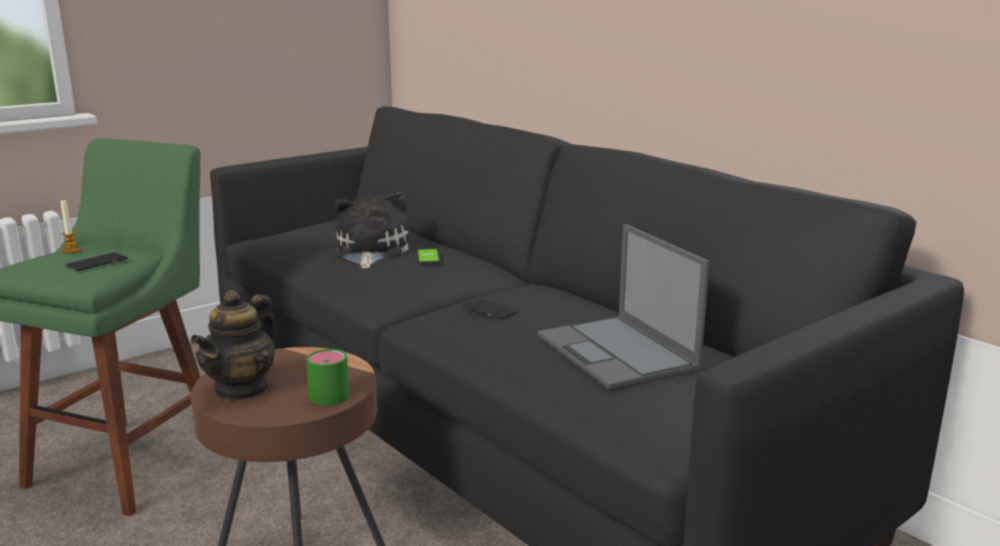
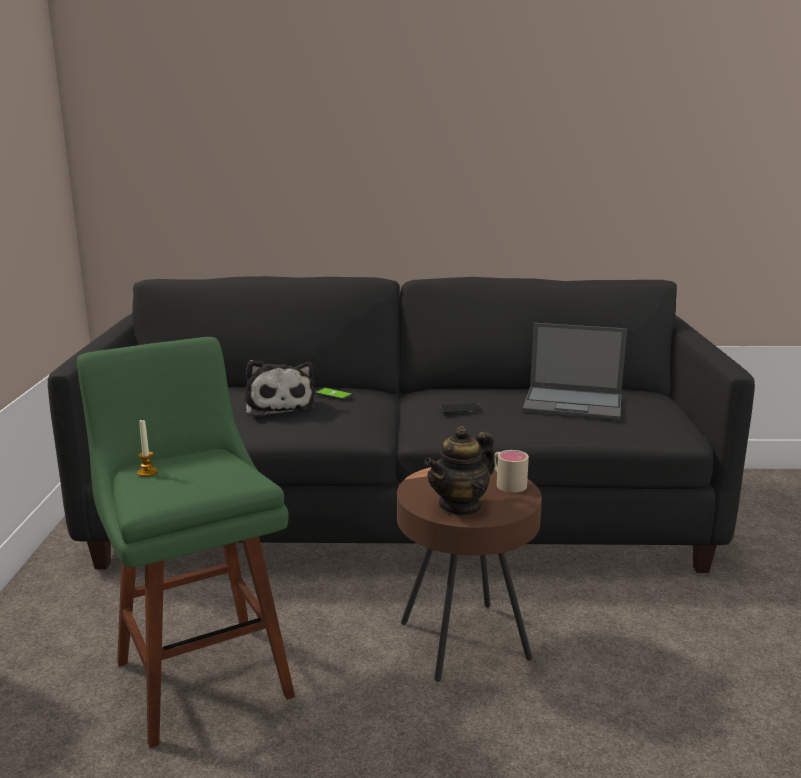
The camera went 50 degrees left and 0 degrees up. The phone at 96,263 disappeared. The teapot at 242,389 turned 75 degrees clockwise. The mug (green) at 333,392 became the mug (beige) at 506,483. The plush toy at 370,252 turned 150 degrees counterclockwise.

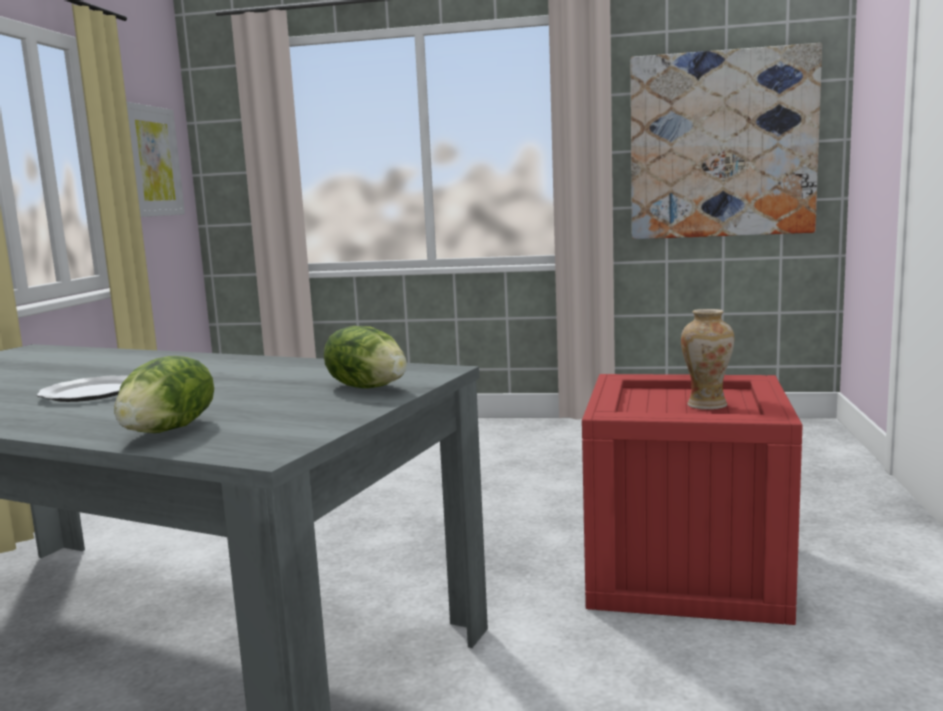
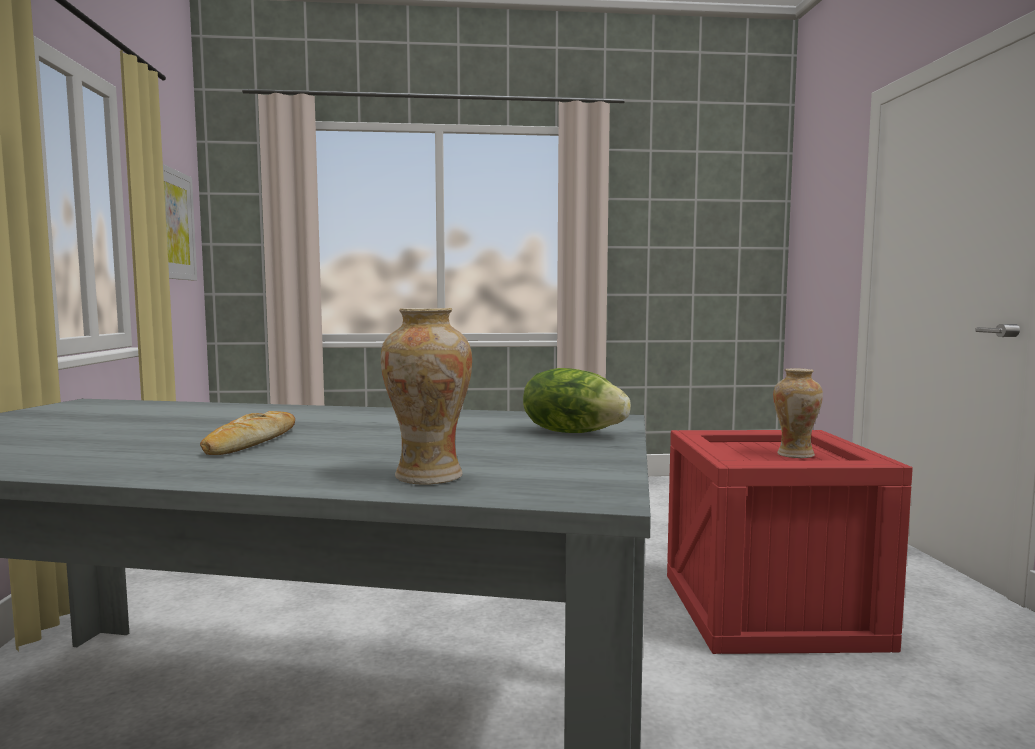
The camera went 15 degrees left and 5 degrees down. The plate at 94,392 was replaced by the bread at 252,441. The lettuce at 170,430 was replaced by the vase at 428,476. The picture at 722,145 disappeared.

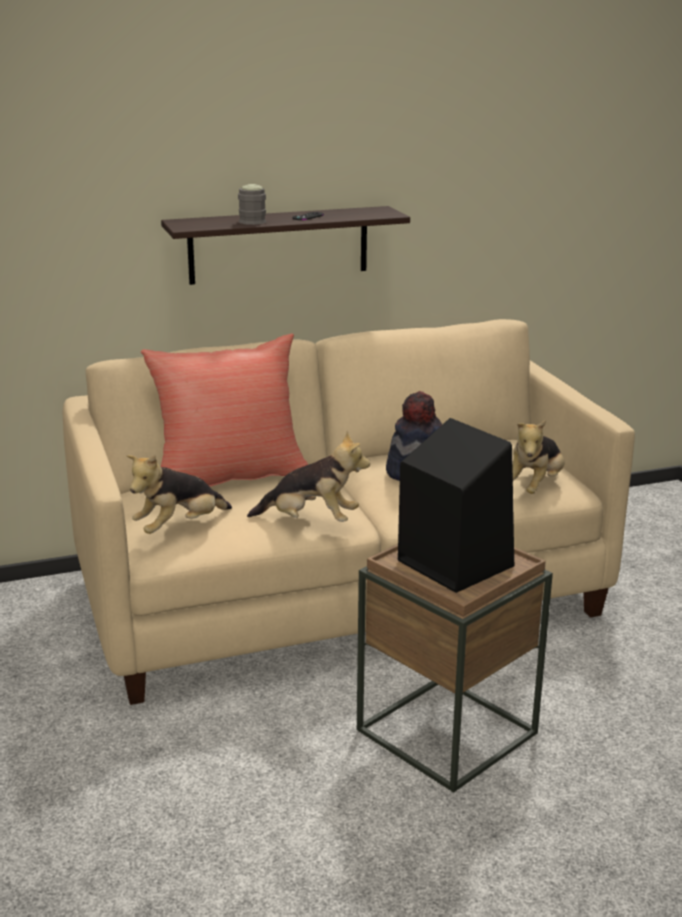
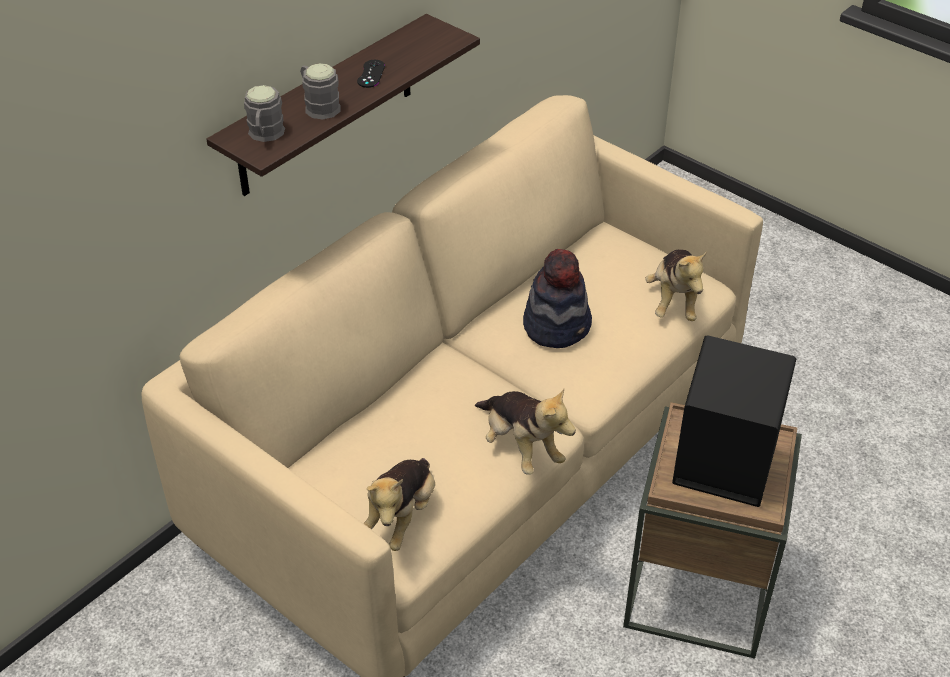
The camera went 30 degrees left and 20 degrees up. The pillow (red) at 229,476 disappeared. The plush toy at 311,521 turned 75 degrees clockwise. The mug (grey) at 265,135 appeared.

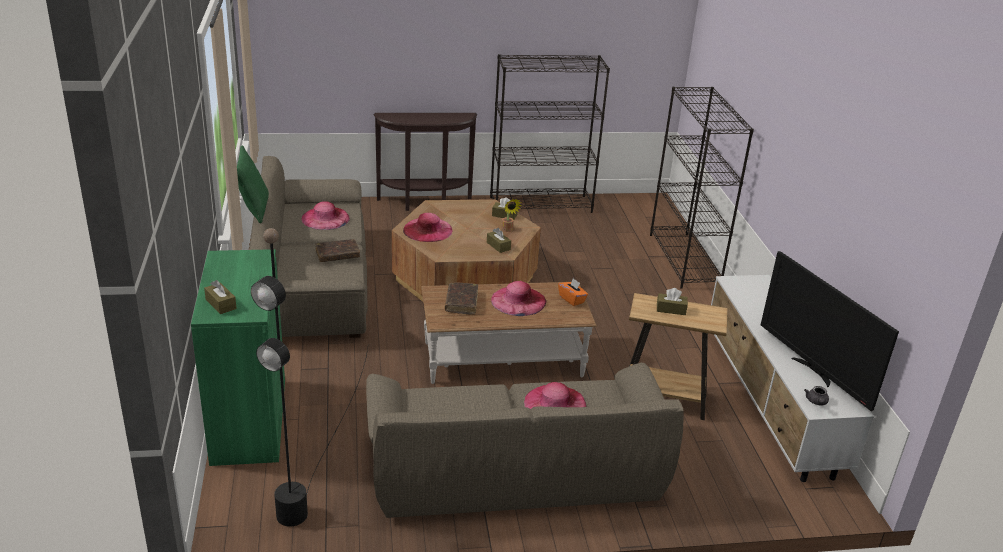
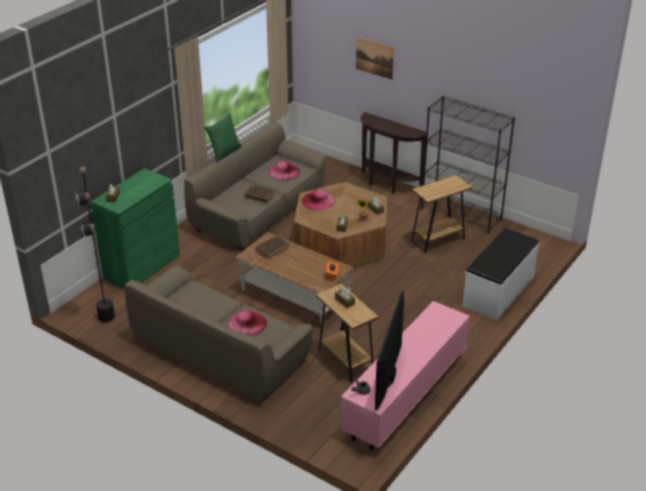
The camera went 45 degrees right and 5 degrees up. The hat (pink) at 518,300 disappeared. The bookcase (black) at 684,260 was replaced by the bench (white) at 499,291. The tv stand (white) at 770,403 became the tv stand (pink) at 404,395. The picture at 374,58 appeared. The side table (brown) at 437,240 appeared.

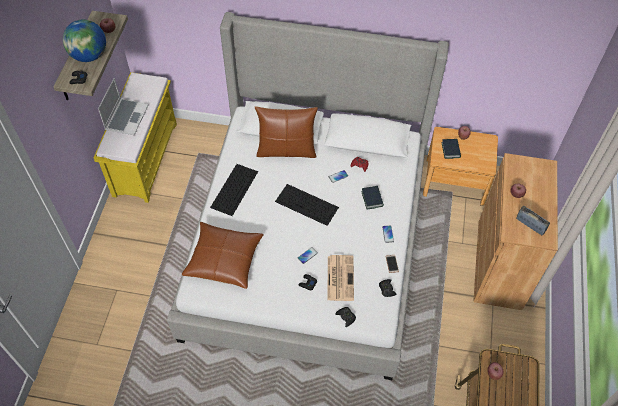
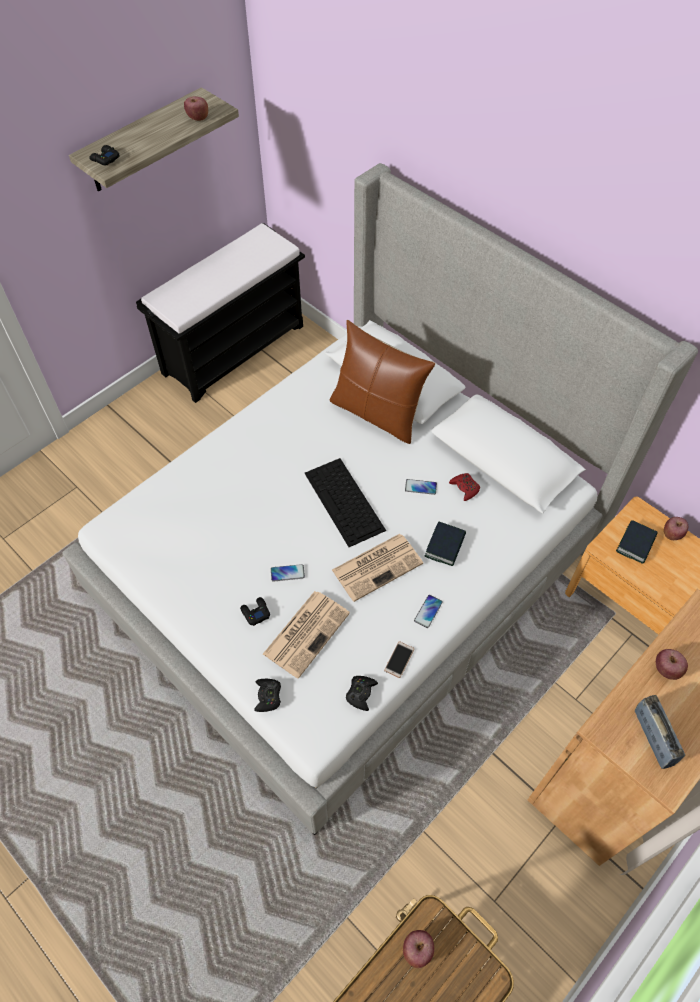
The camera went 35 degrees right and 0 degrees up. The globe at 89,56 disappeared. The bench (yellow) at 145,158 became the bench (black) at 234,348. The laptop at 126,117 disappeared. The pillow (brown) at 224,260 disappeared. The keyboard at 234,188 disappeared. The newspaper at 378,566 appeared.

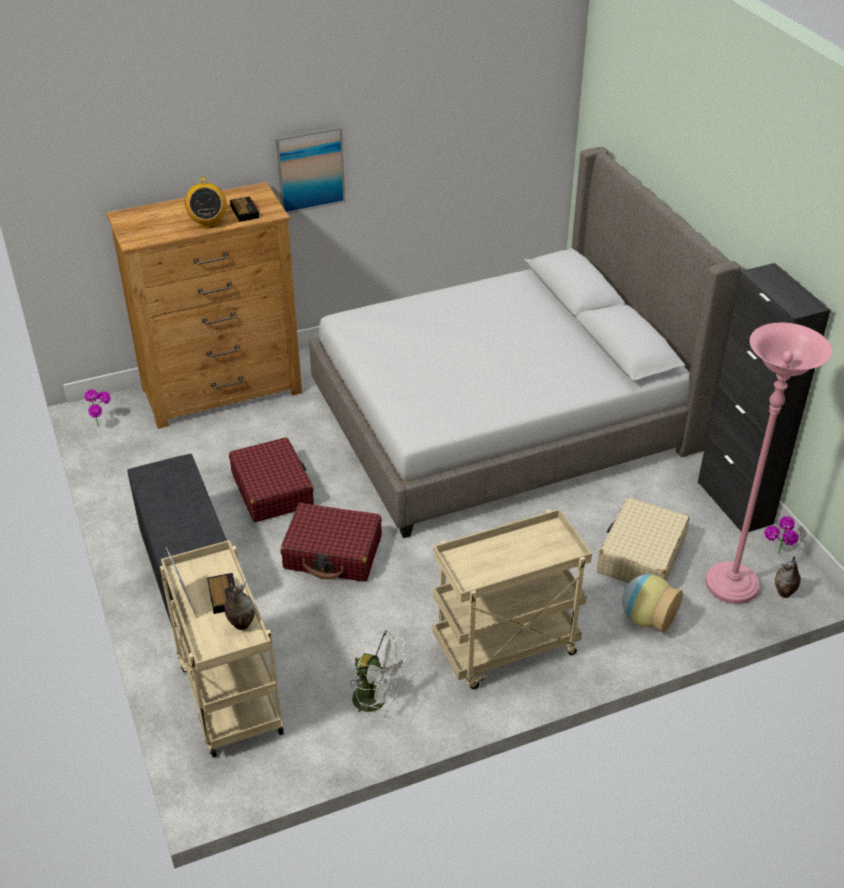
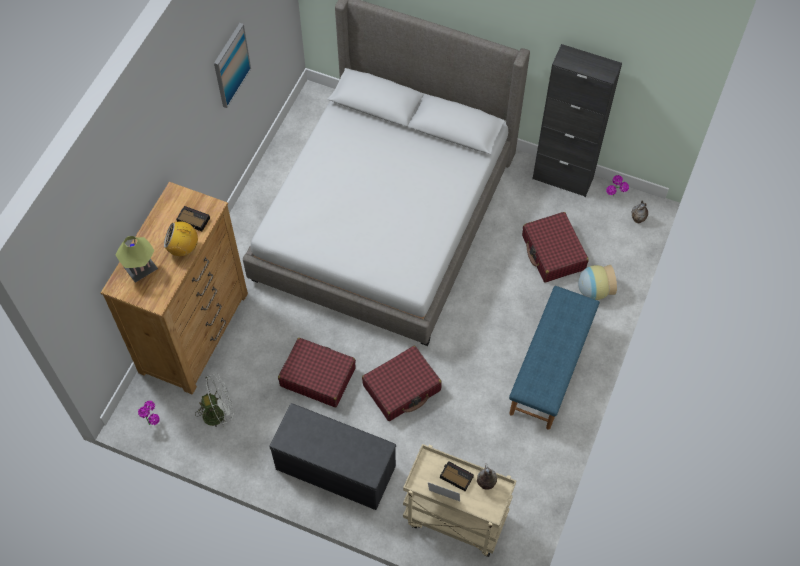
The camera went 45 degrees left and 20 degrees up. The radio at 208,223 turned 150 degrees clockwise. The picture moved from 310,169 to 231,65. The fan (white) moved from 377,700 to 218,413. The cart (beige) at 505,649 was replaced by the bench (blue) at 551,368. The suitcase (beige) at 641,555 became the suitcase (red) at 553,253. The floor lamp (pink) at 731,585 disappeared. The table lamp at 141,269 appeared.

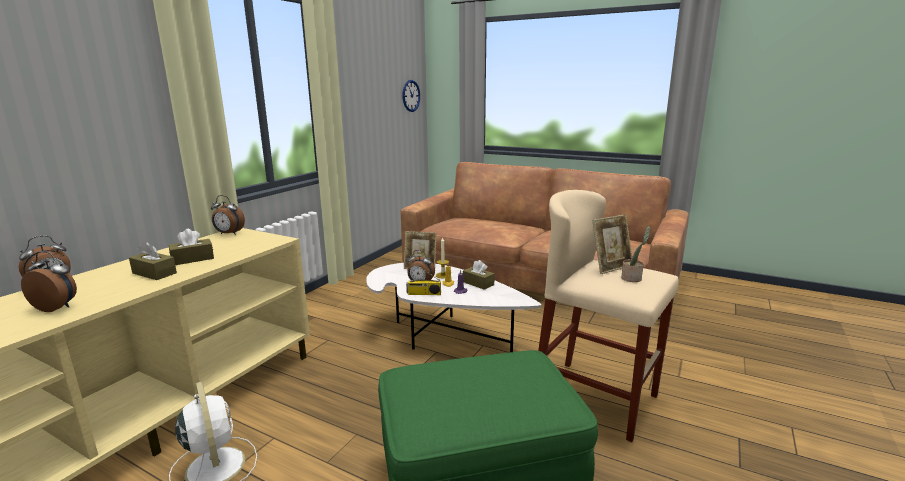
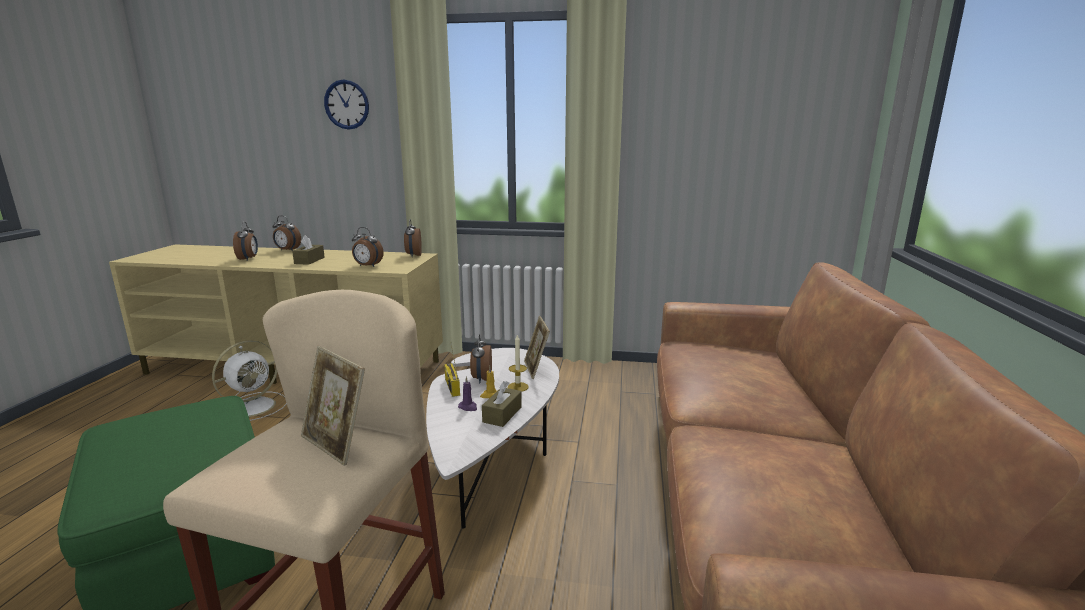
The camera went 70 degrees right and 0 degrees up. The tissue box (brown) at 192,259 disappeared. The wall clock moved from 411,95 to 346,104. The potted plant at 632,278 disappeared. The alarm clock at 367,266 appeared.

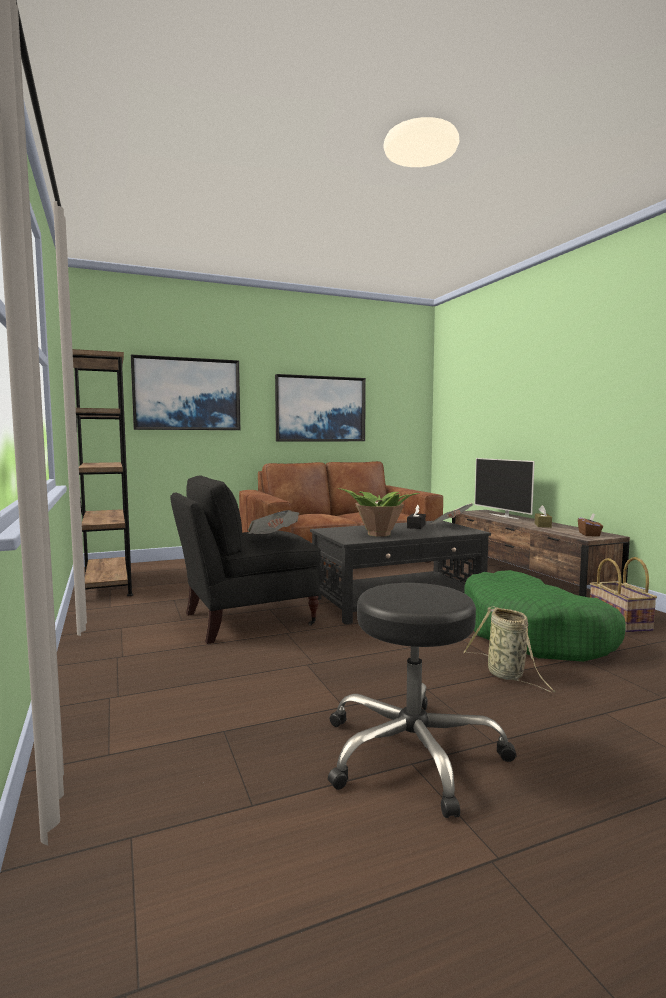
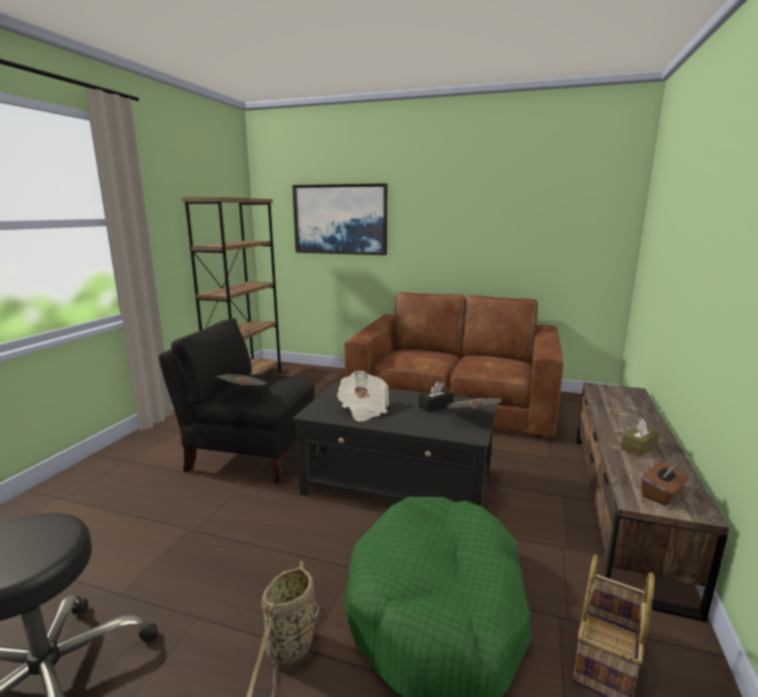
The camera went 40 degrees right and 10 degrees up. The picture at 320,409 disappeared. The potted plant at 378,534 was replaced by the newspaper at 363,409. The television at 504,516 disappeared.

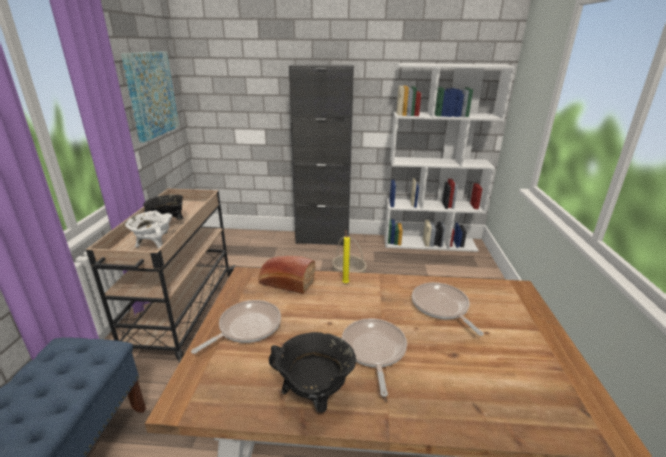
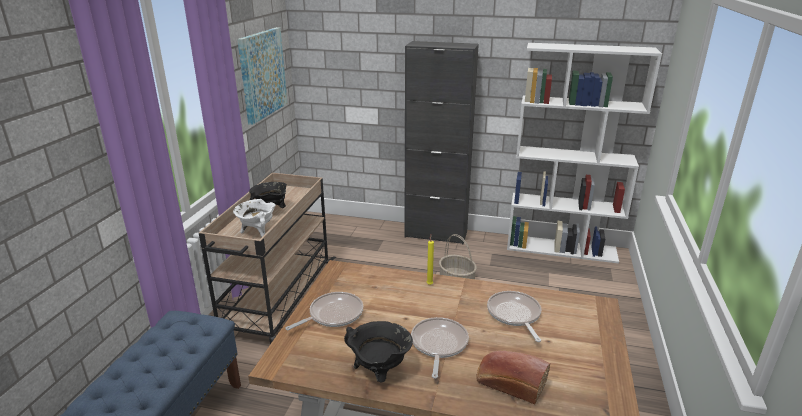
The camera went 10 degrees right and 0 degrees up. The bread moved from 285,283 to 509,384.

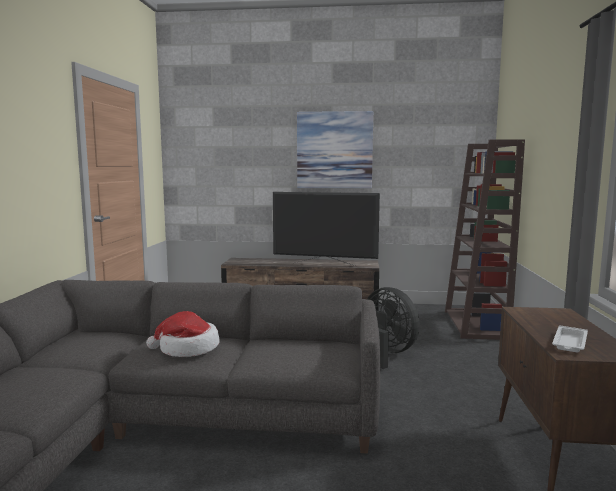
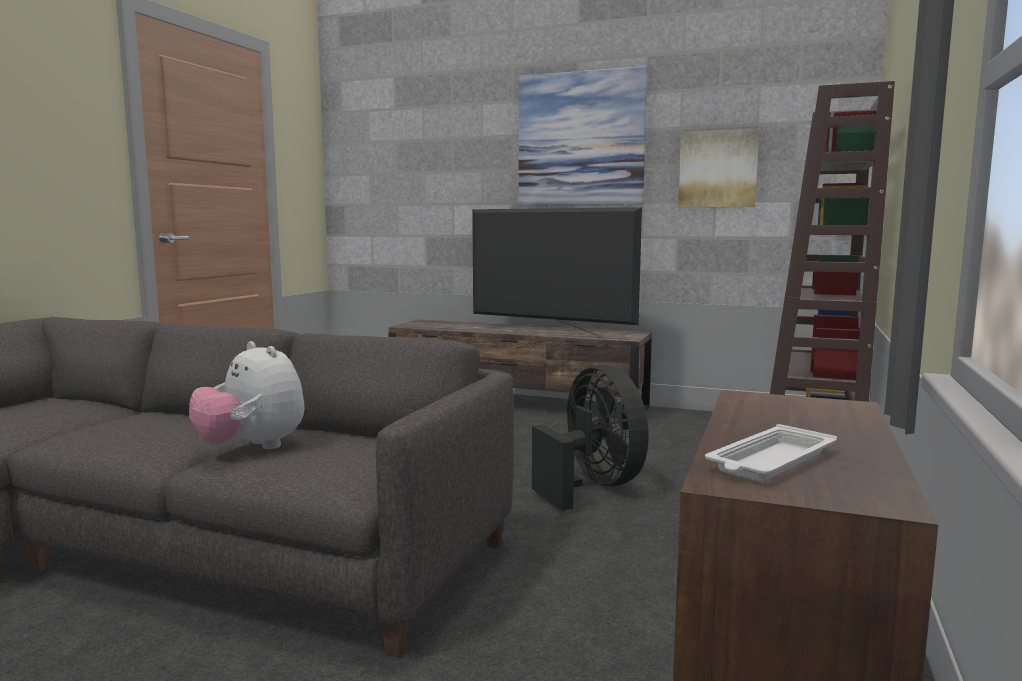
The camera went 15 degrees right and 0 degrees up. The hat at 187,349 disappeared. The plush toy at 252,447 appeared. The picture at 718,169 appeared.

